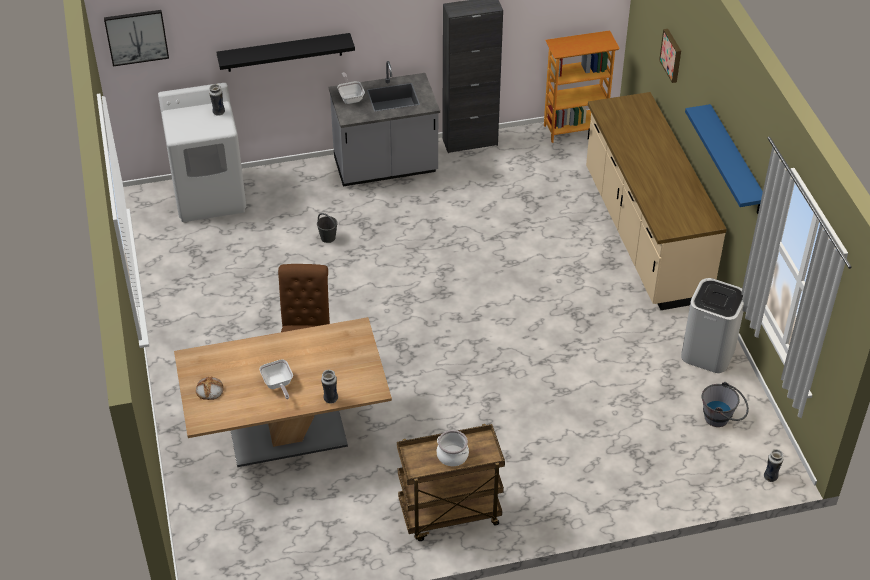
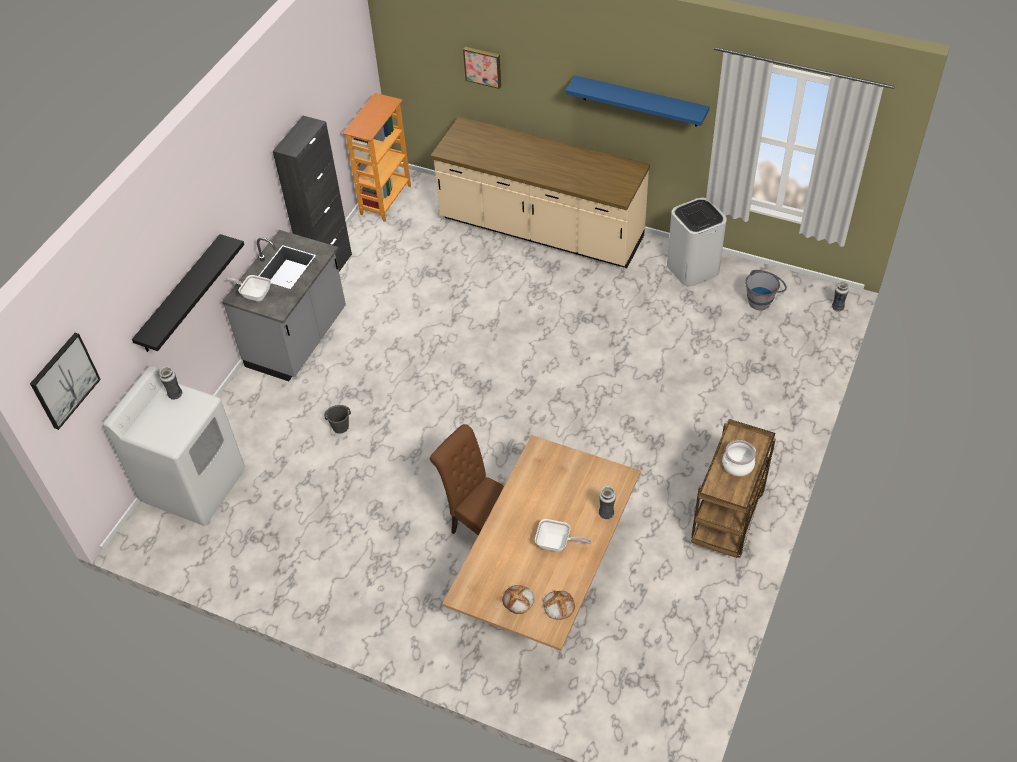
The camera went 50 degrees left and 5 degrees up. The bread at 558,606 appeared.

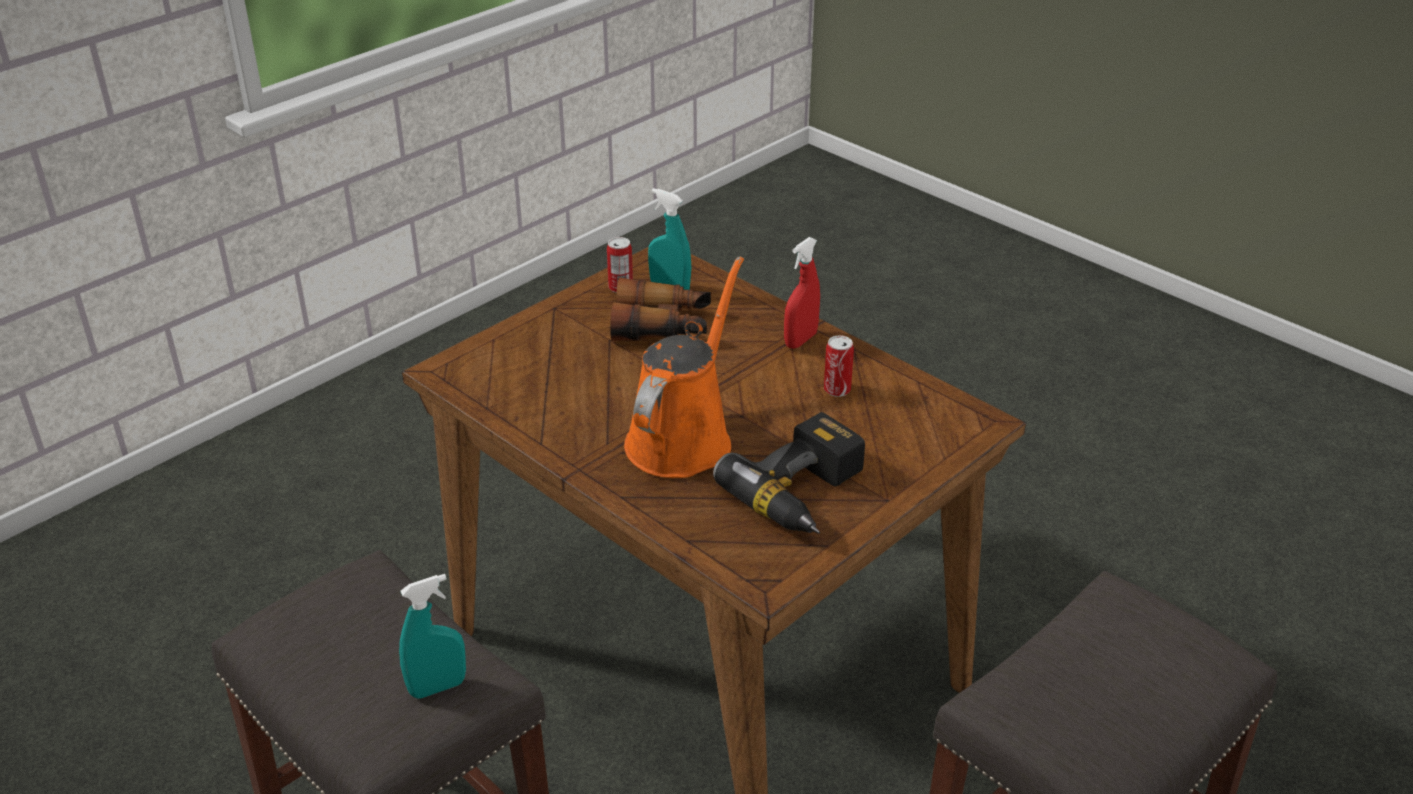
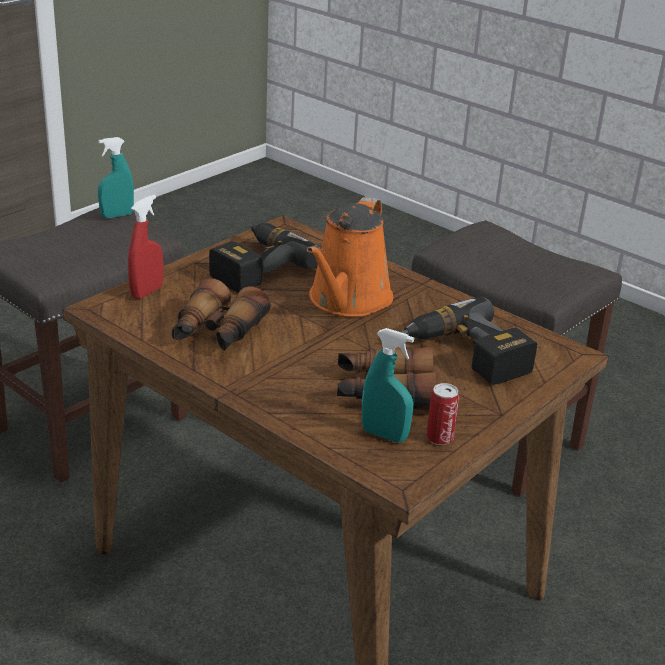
The camera went 175 degrees right and 5 degrees down. The spray bottle (turquoise) moved from 437,687 to 117,215. The spray bottle (red) moved from 800,340 to 147,292. The can at 837,389 was replaced by the binoculars at 217,333. The power drill at 466,355 appeared.

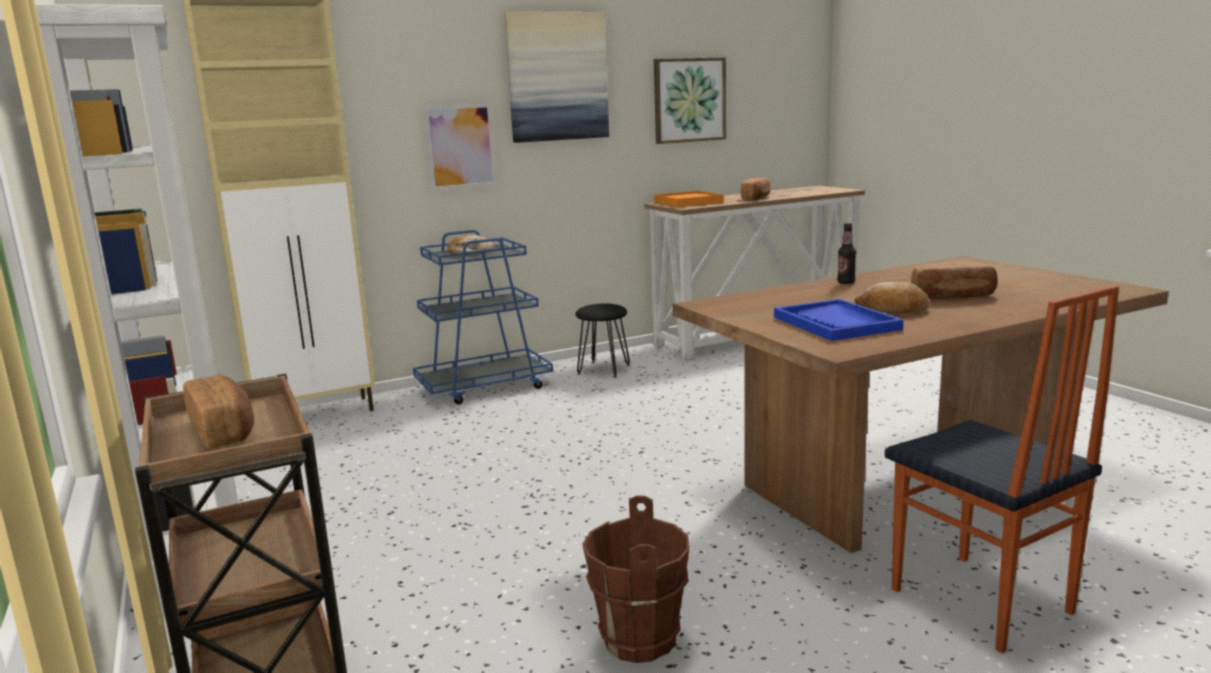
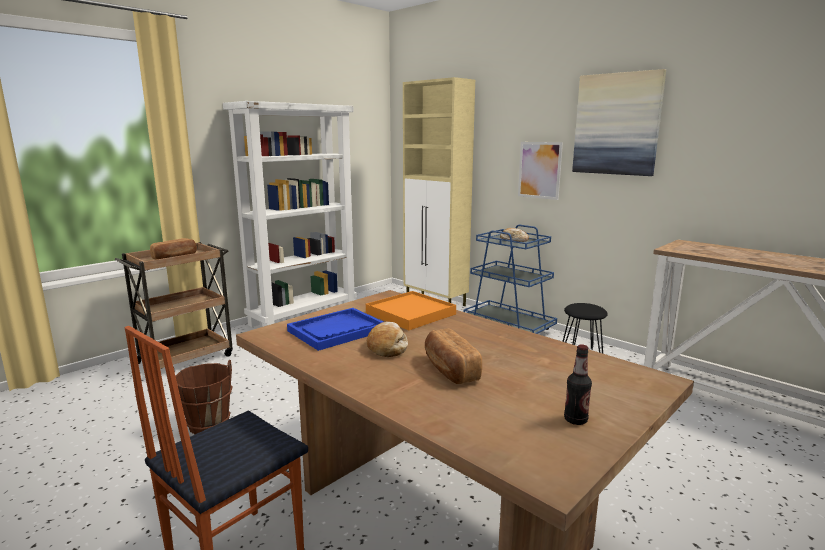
The camera went 70 degrees right and 0 degrees up. The picture at 689,100 disappeared. The tray (orange) moved from 688,202 to 411,313. The bread at 757,198 disappeared. The bottle moved from 846,282 to 575,420.

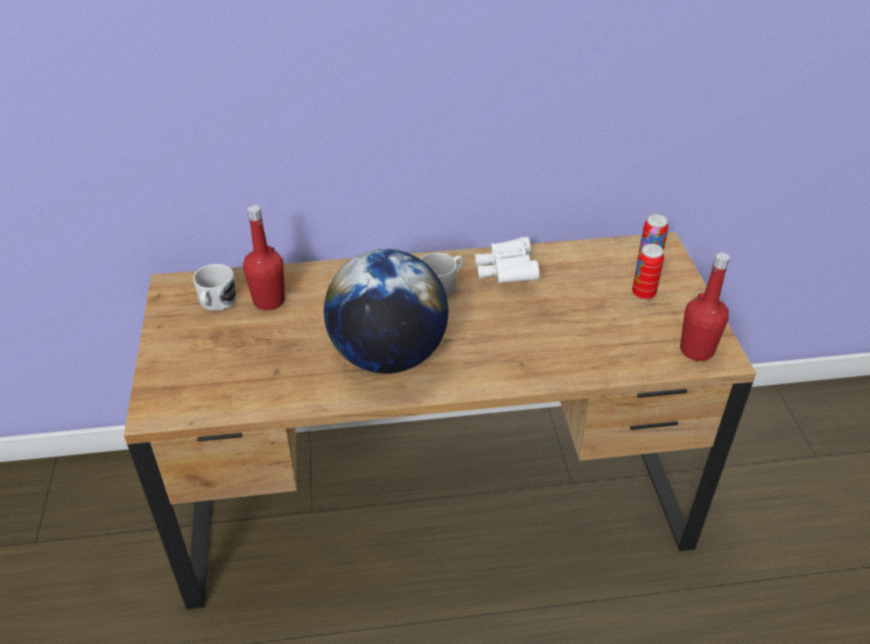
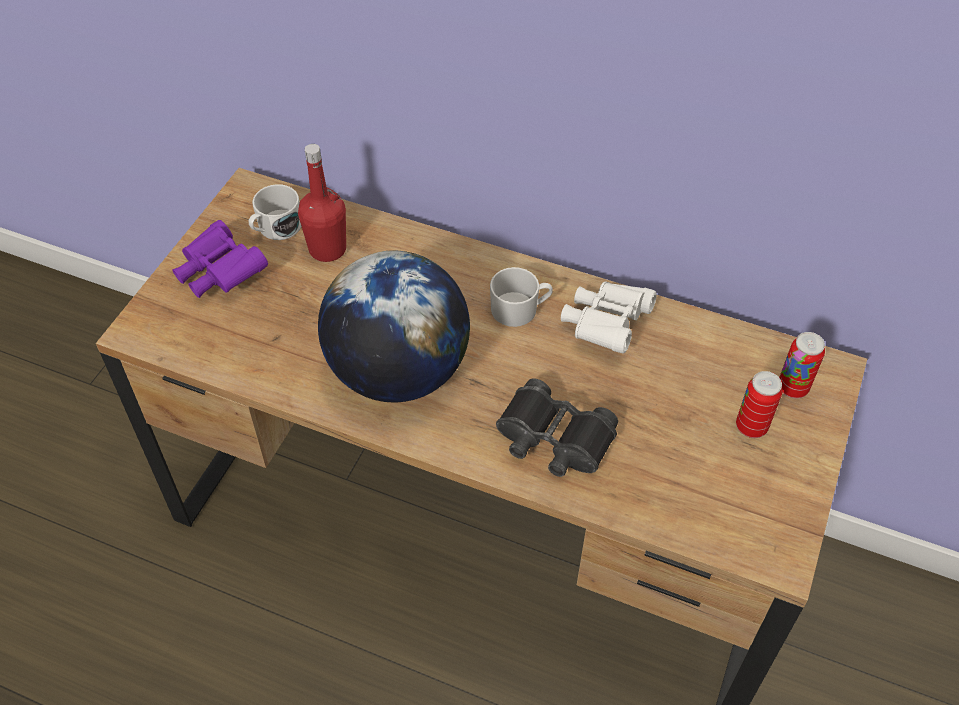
The camera went 30 degrees right and 10 degrees up. The bottle (red) at 696,350 disappeared. The binoculars (purple) at 220,274 appeared. The binoculars (black) at 554,439 appeared.

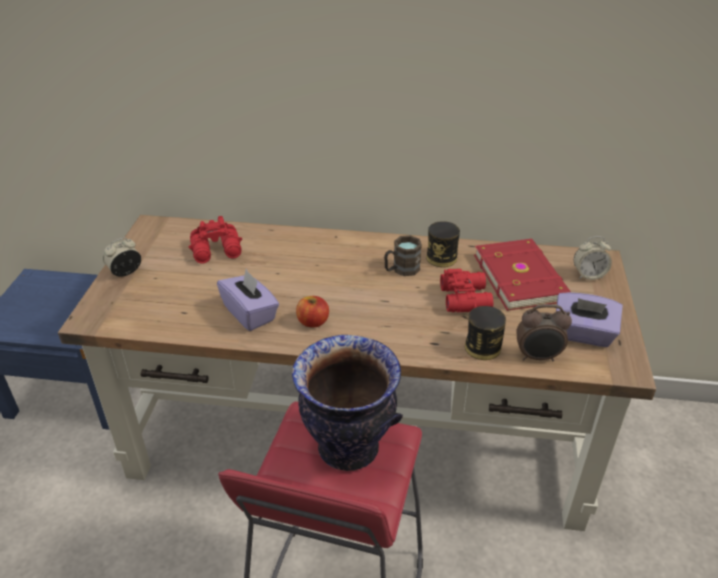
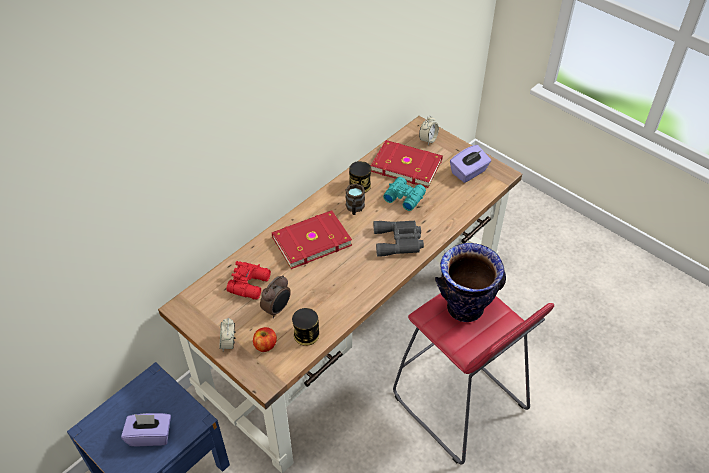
The camera went 55 degrees left and 10 degrees up. The tissue box (purple) moved from 250,314 to 150,435. The apple moved from 313,322 to 265,345. The binoculars (red) at 466,298 became the binoculars (turquoise) at 404,197. The can moved from 482,347 to 306,334. The alarm clock moved from 538,357 to 277,309. The book (red) at 310,240 appeared. The binoculars (grey) at 399,241 appeared.

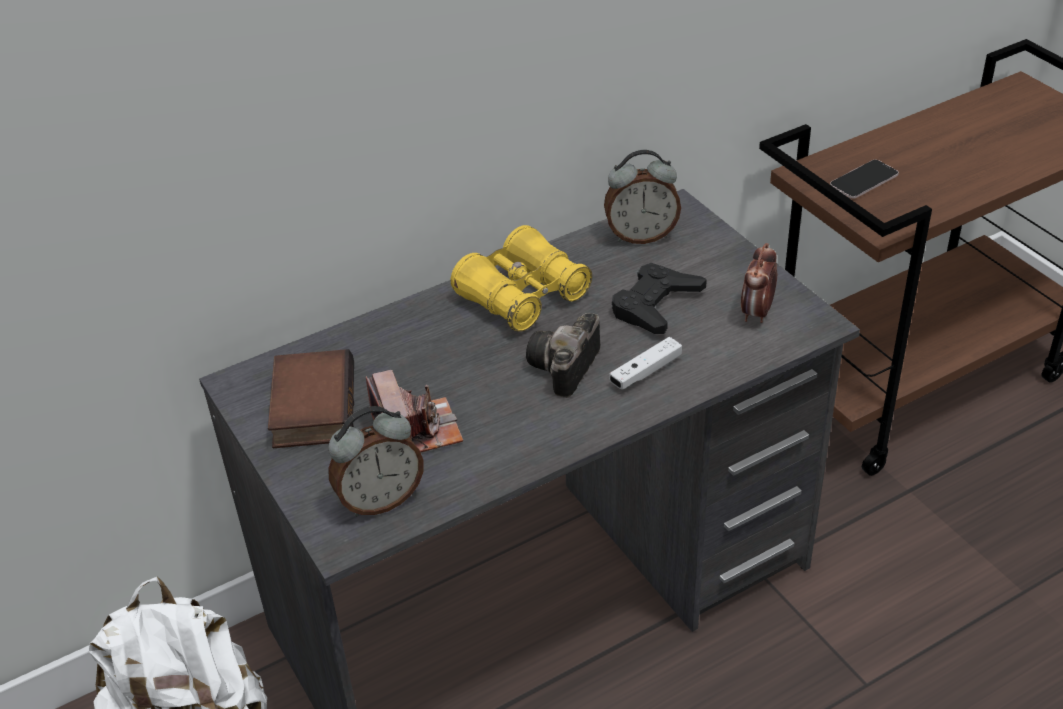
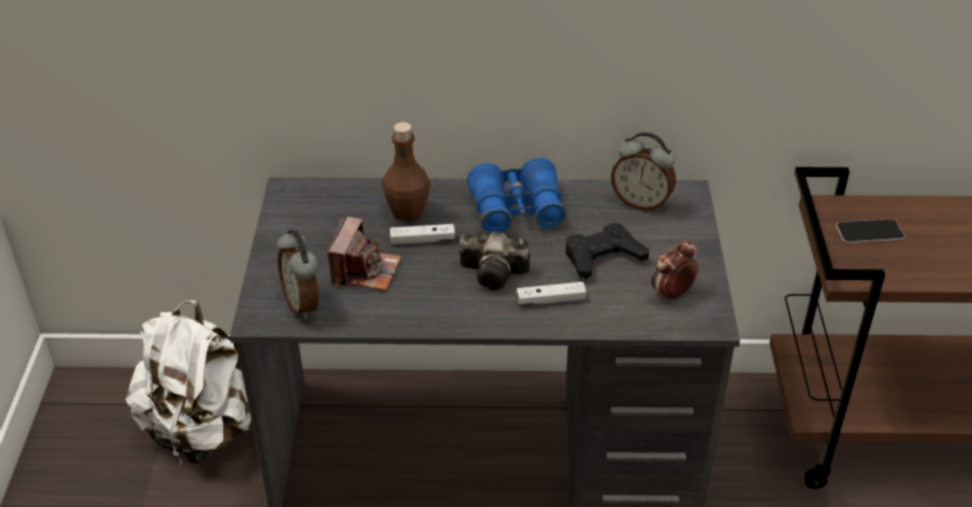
The camera went 30 degrees right and 0 degrees up. The book at 310,406 disappeared. The alarm clock at 380,500 turned 60 degrees clockwise. The binoculars (yellow) at 522,296 became the binoculars (blue) at 517,210. The photo camera at 564,370 turned 135 degrees counterclockwise. The bottle (brown) at 407,212 appeared. The game controller (white) at 422,240 appeared.

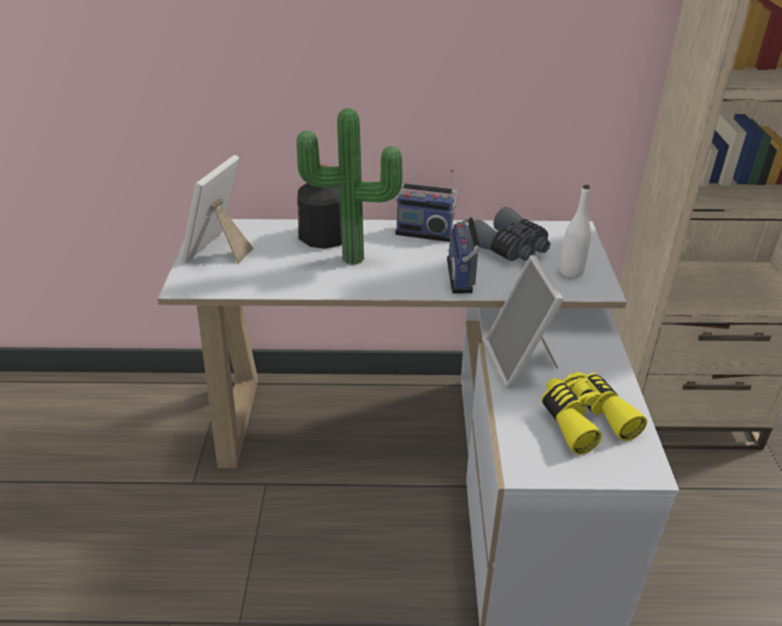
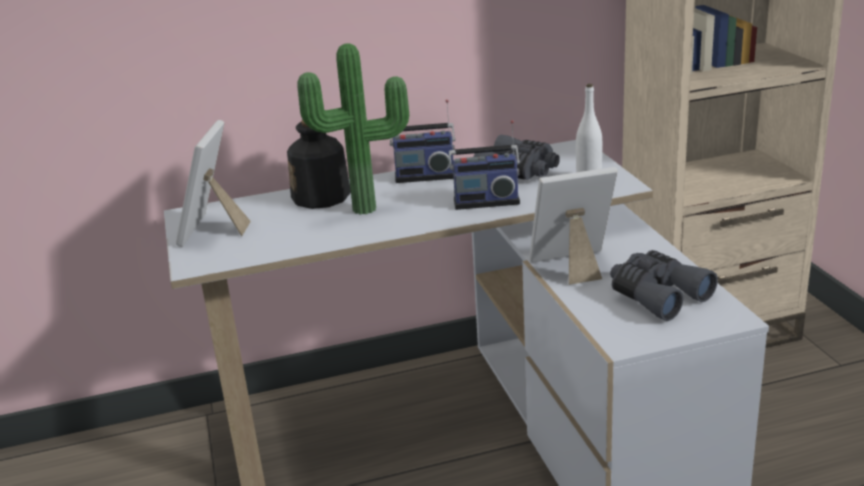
The camera went 15 degrees left and 10 degrees down. The radio at 463,276 turned 75 degrees counterclockwise. The picture frame at 521,362 turned 105 degrees clockwise. The binoculars (yellow) at 584,419 became the binoculars (grey) at 656,295.

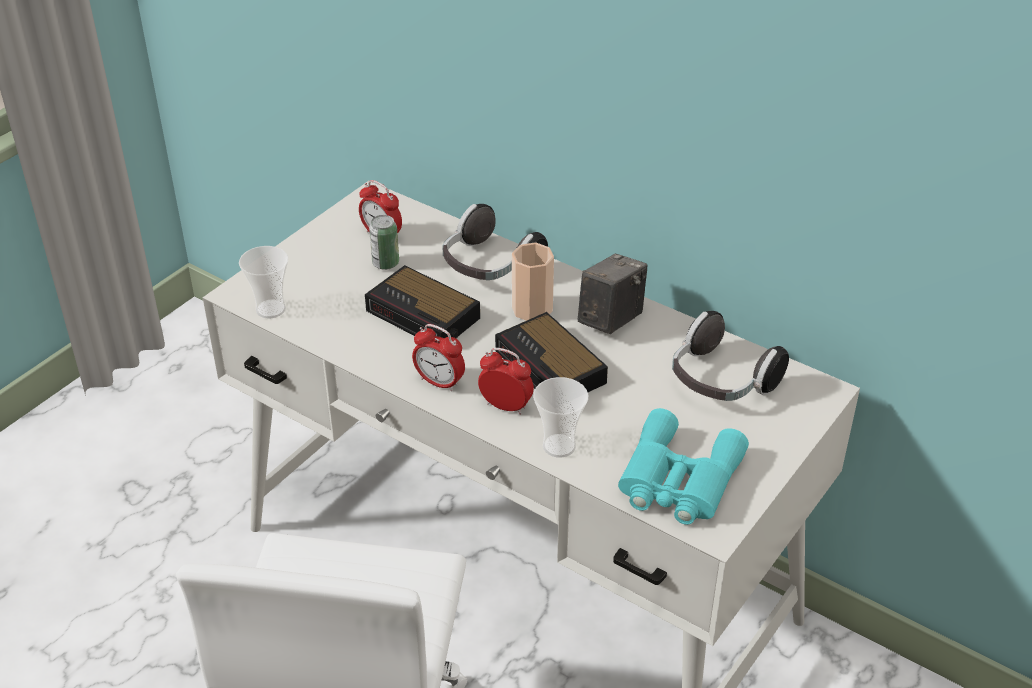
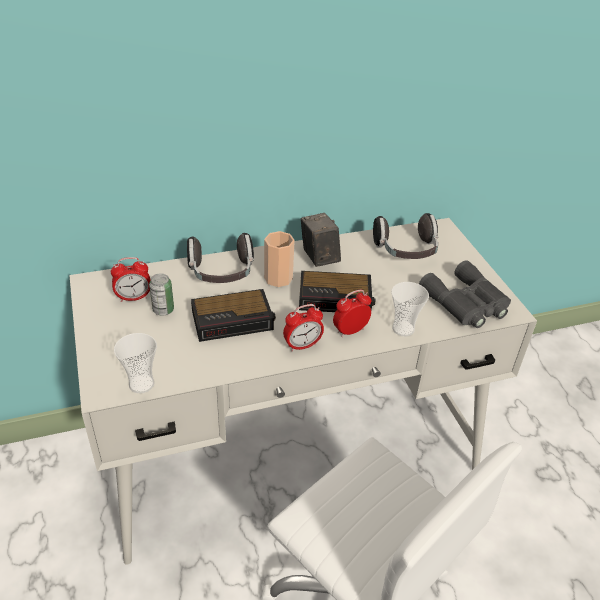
The camera went 55 degrees left and 0 degrees up. The binoculars (turquoise) at 677,480 became the binoculars (grey) at 466,303.

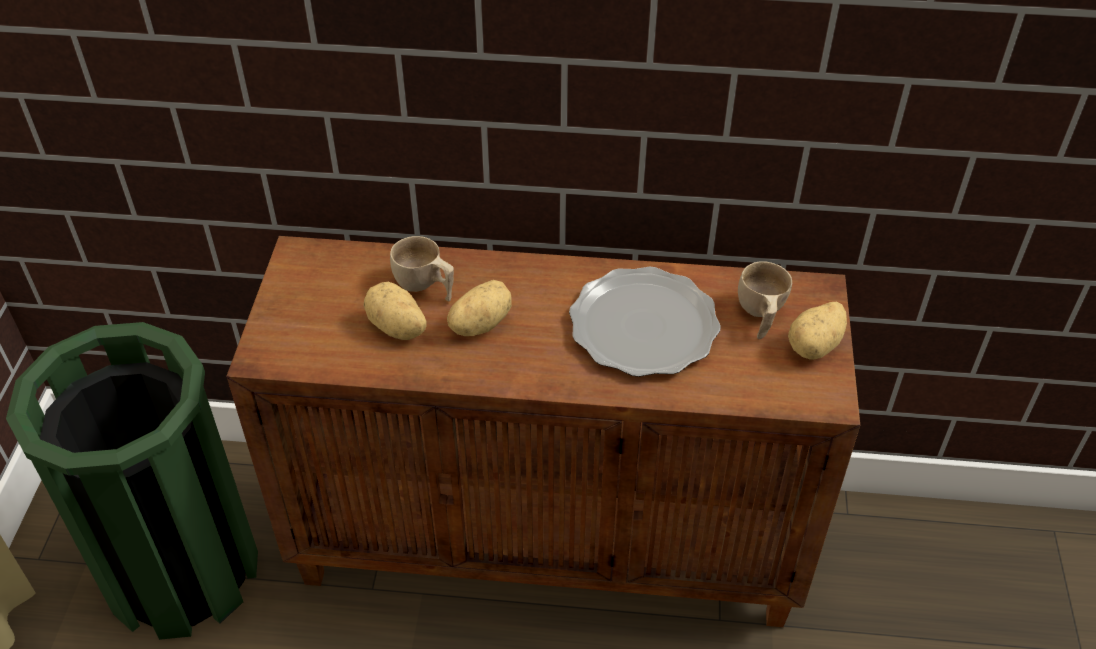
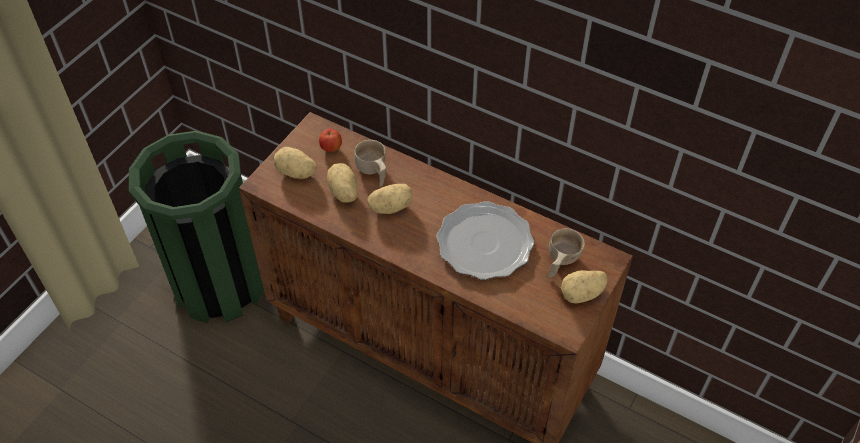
The camera went 25 degrees right and 5 degrees up. The potato at 296,173 appeared. The apple at 331,148 appeared.

